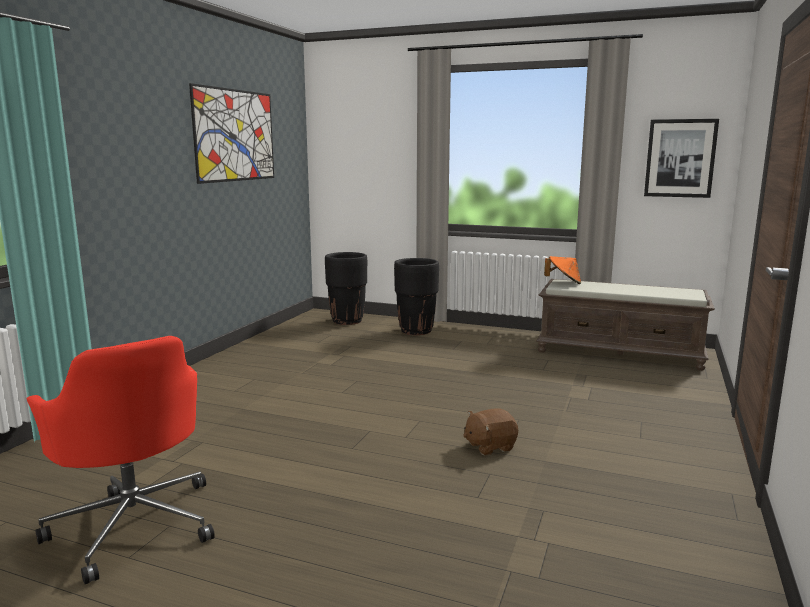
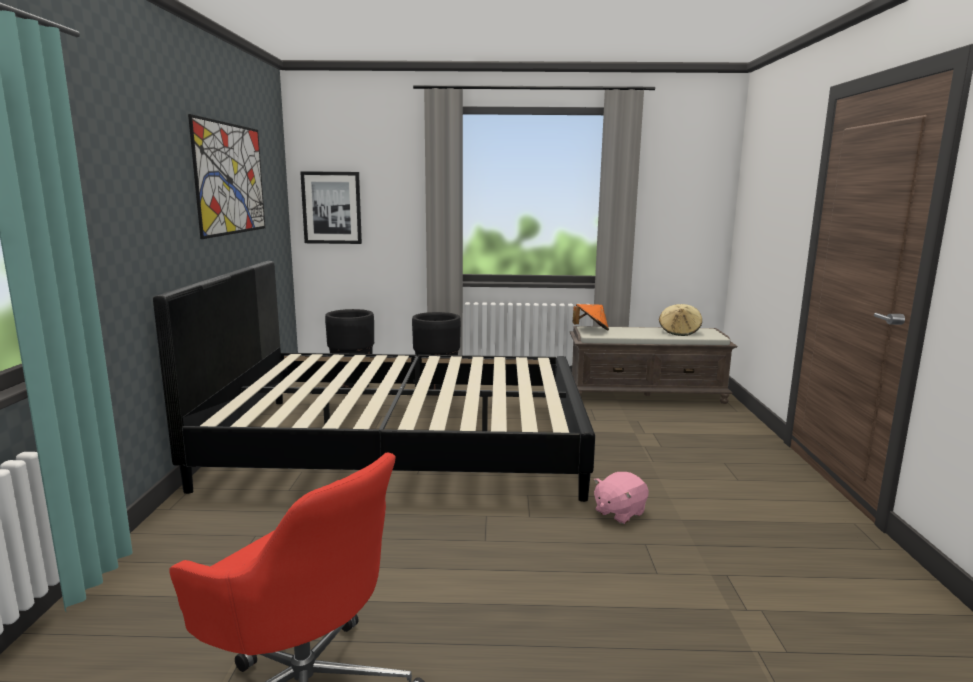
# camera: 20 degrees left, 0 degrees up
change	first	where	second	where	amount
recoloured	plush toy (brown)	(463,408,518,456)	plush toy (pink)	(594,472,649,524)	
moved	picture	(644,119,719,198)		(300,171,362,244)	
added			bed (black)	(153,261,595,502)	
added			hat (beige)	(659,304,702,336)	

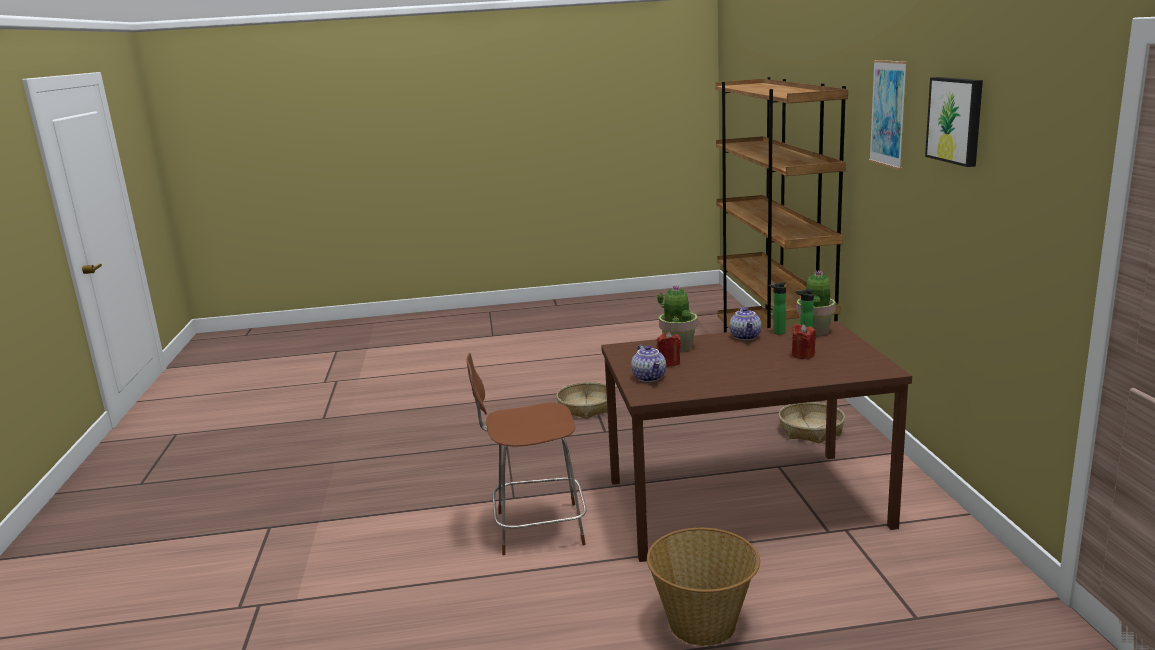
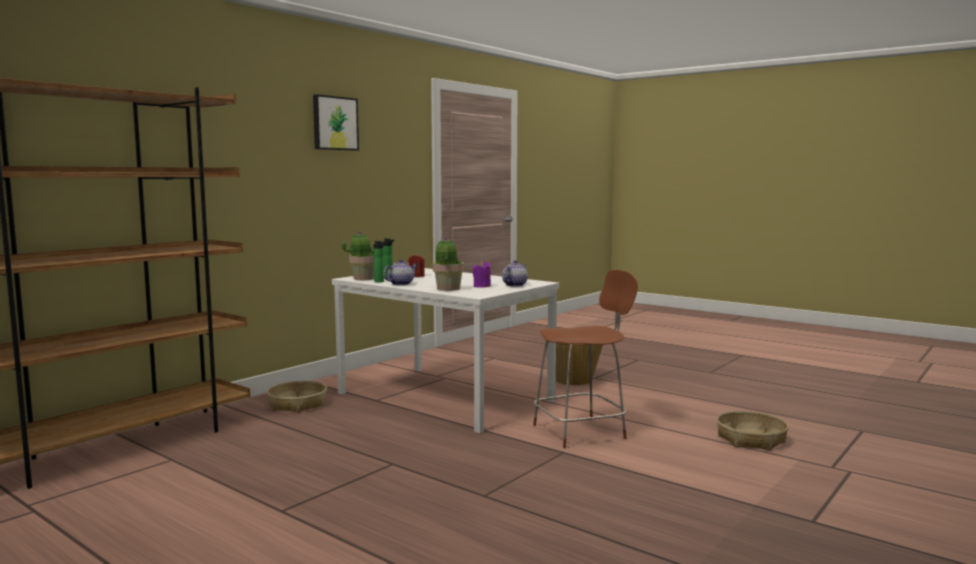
# camera: 135 degrees left, 10 degrees down
change	first	where	second	where	amount
turned	chair (brown)	(466,353,587,555)		(533,270,638,448)	60 degrees counterclockwise
moved	basket	(556,382,607,419)		(717,411,789,451)	
recoloured	dining table (brown)	(601,321,912,562)	dining table (white)	(332,268,559,433)	
recoloured	candle (red)	(657,332,681,367)	candle (purple)	(473,261,491,287)	
removed	picture	(869,60,907,170)			

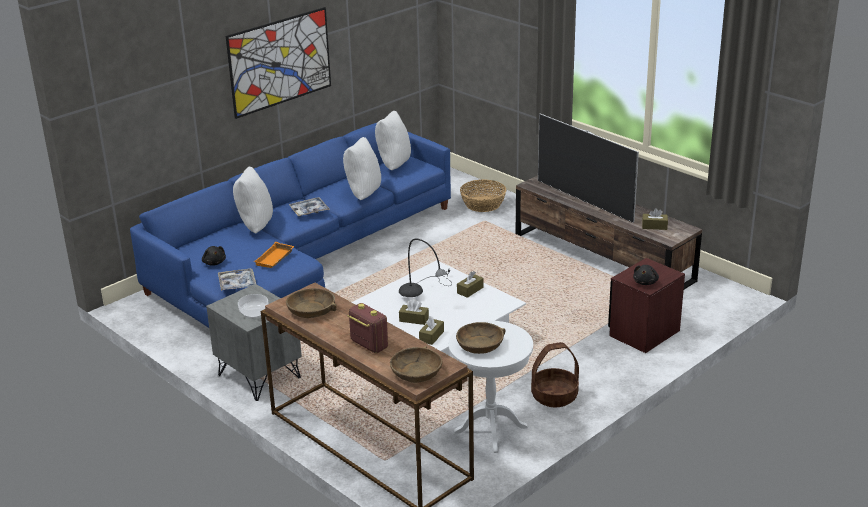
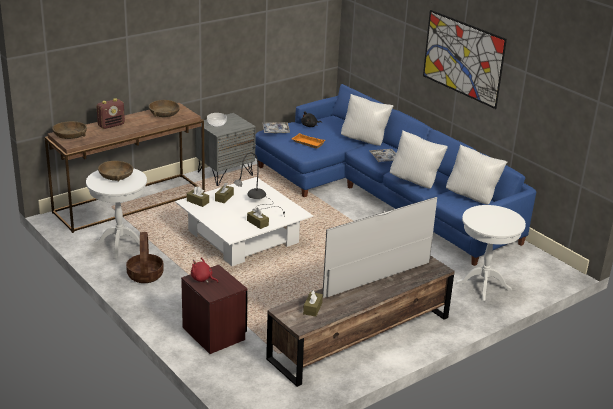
# camera: 95 degrees right, 0 degrees up
change	first	where	second	where	amount
replaced	basket	(460,179,506,212)	side table (white)	(456,205,526,302)	
recoloured	plush toy (black)	(633,265,659,285)	plush toy (red)	(191,257,218,283)	

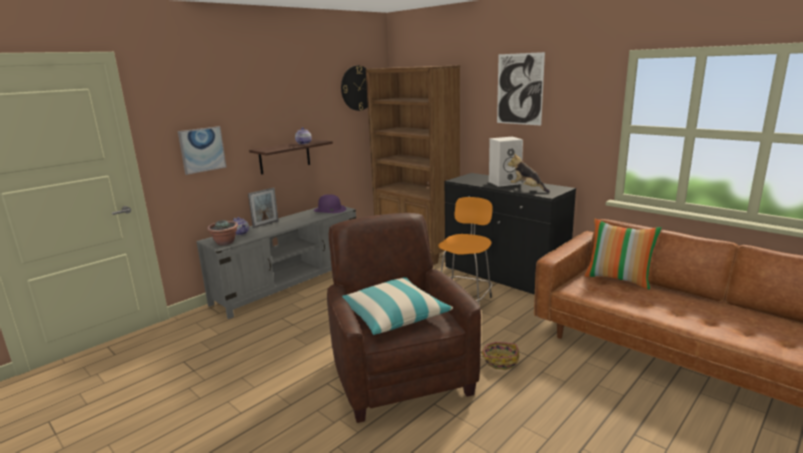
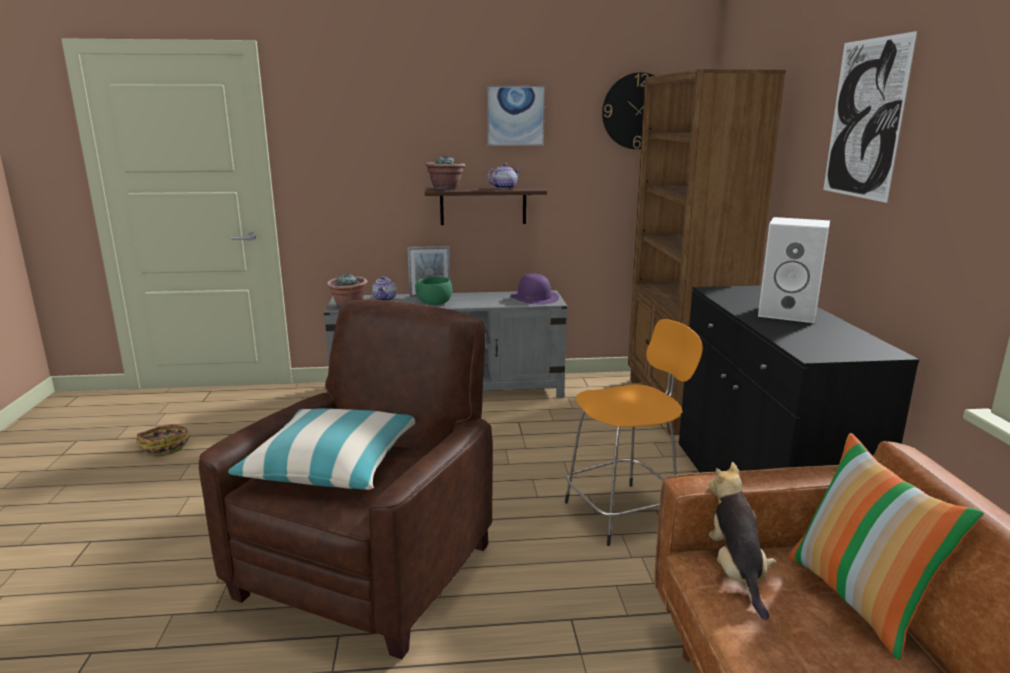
# camera: 40 degrees right, 0 degrees up
change	first	where	second	where	amount
moved	picture	(178,126,226,175)		(487,86,545,146)	
moved	basket	(481,342,519,370)		(136,425,190,457)	
moved	plush toy	(508,154,550,193)		(709,462,775,620)	
added			bowl (green)	(415,277,453,305)	
added			potted plant	(425,155,465,190)	

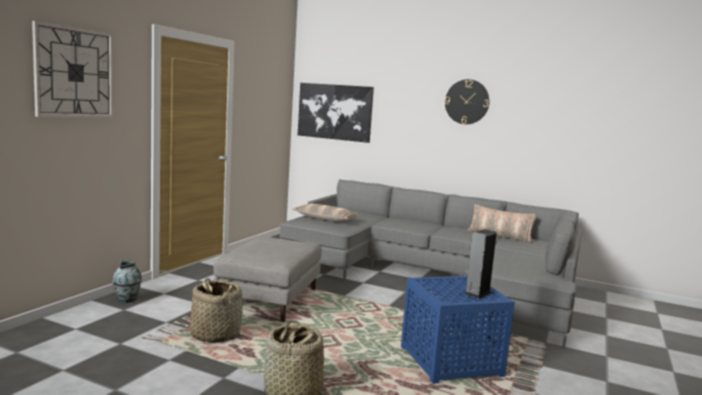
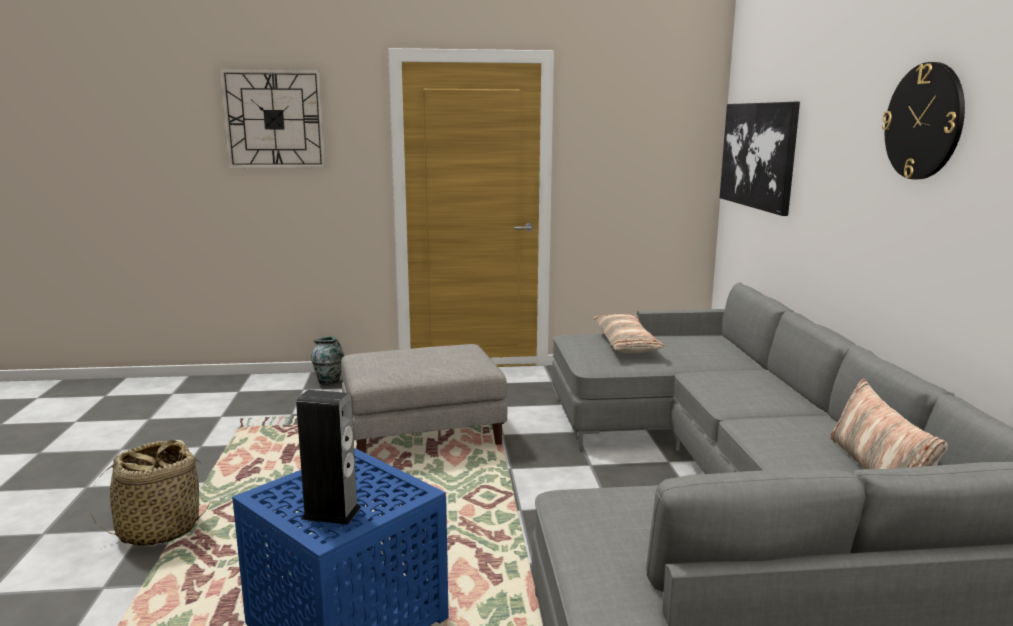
# camera: 60 degrees right, 5 degrees up
change	first	where	second	where	amount
removed	basket	(190,278,243,343)			

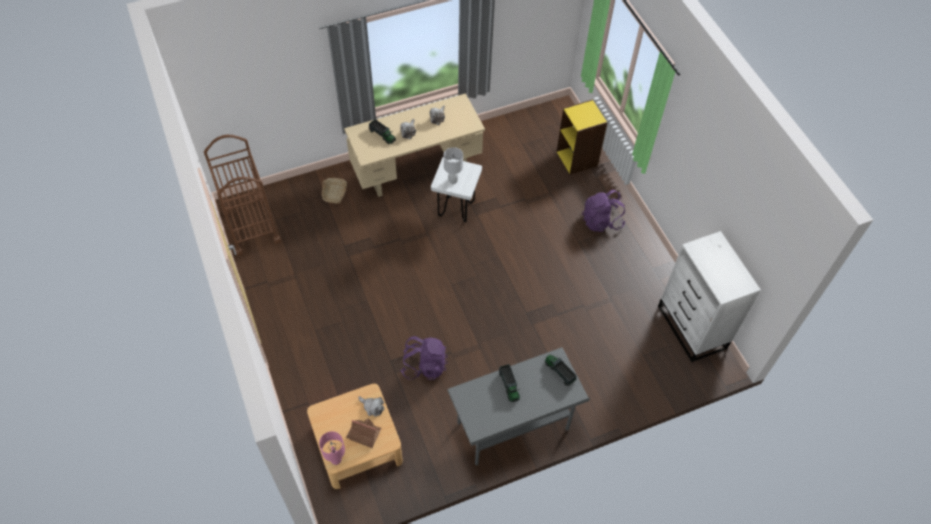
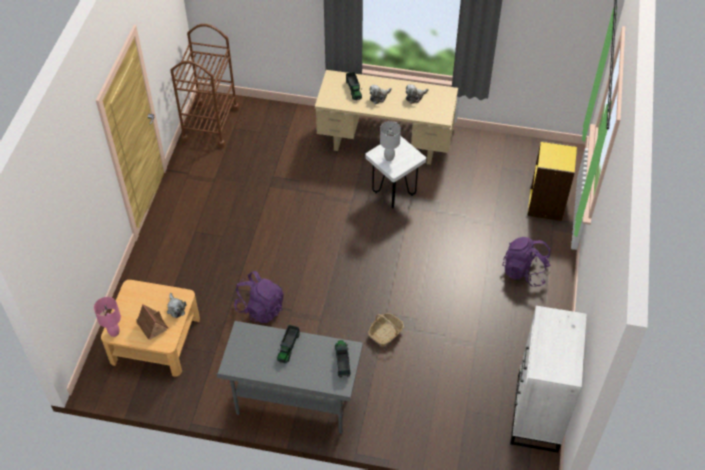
# camera: 35 degrees right, 5 degrees down
change	first	where	second	where	amount
moved	basket	(322,178,347,204)		(368,313,404,346)	

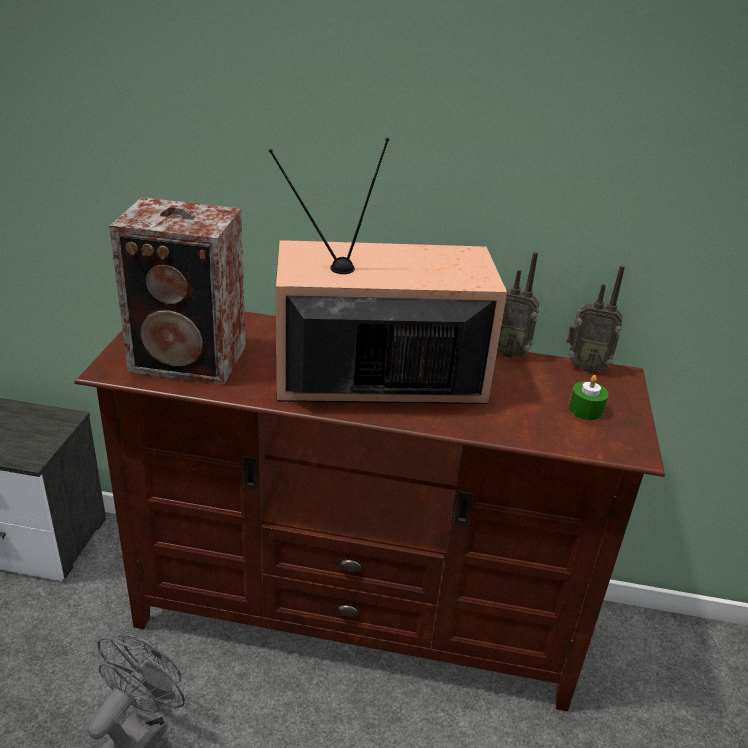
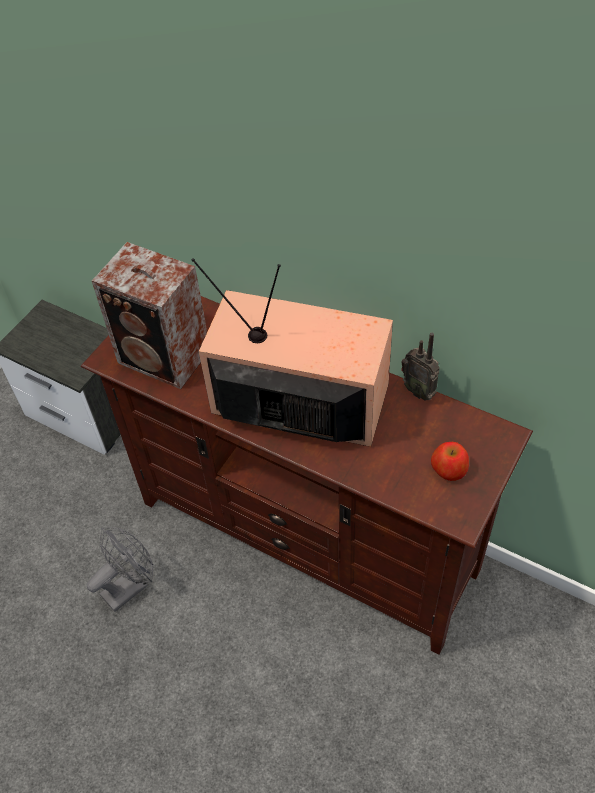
# camera: 25 degrees right, 20 degrees up
change	first	where	second	where	amount
removed	radio	(566,265,625,373)			
replaced	candle (green)	(569,375,609,420)	apple	(431,442,469,481)	

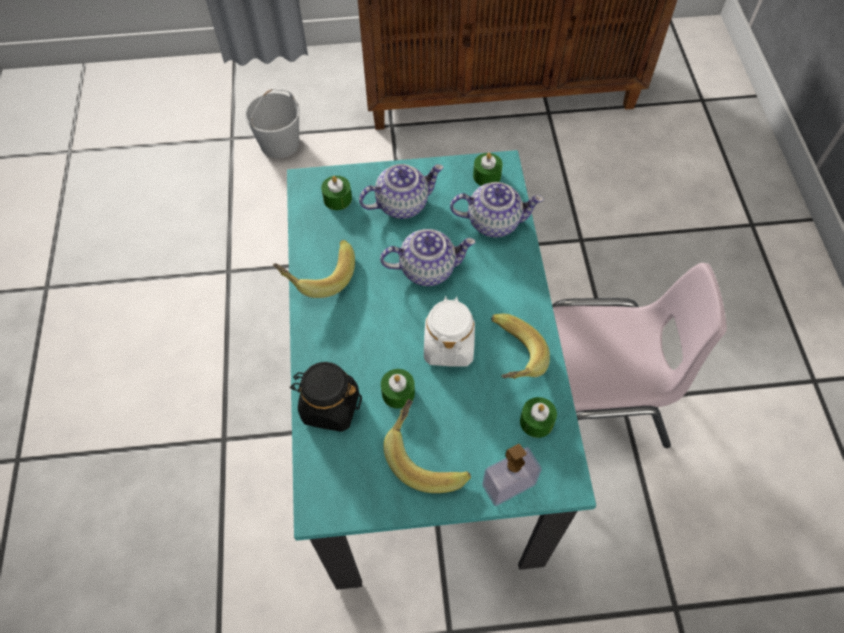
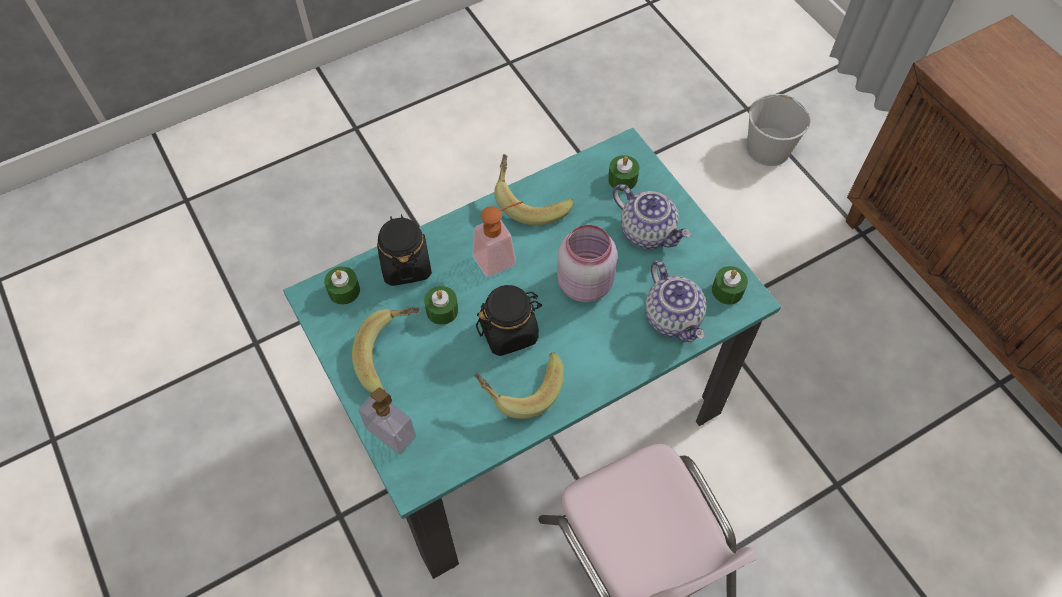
# camera: 65 degrees right, 0 degrees up
change	first	where	second	where	amount
replaced	teapot	(380,229,475,286)	jar (pink)	(557,225,617,302)	
recoloured	jar (white)	(424,296,475,367)	jar (black)	(476,285,542,356)	
moved	candle (green)	(520,397,557,438)		(324,266,360,305)	
added			soap dispenser	(472,201,523,277)	

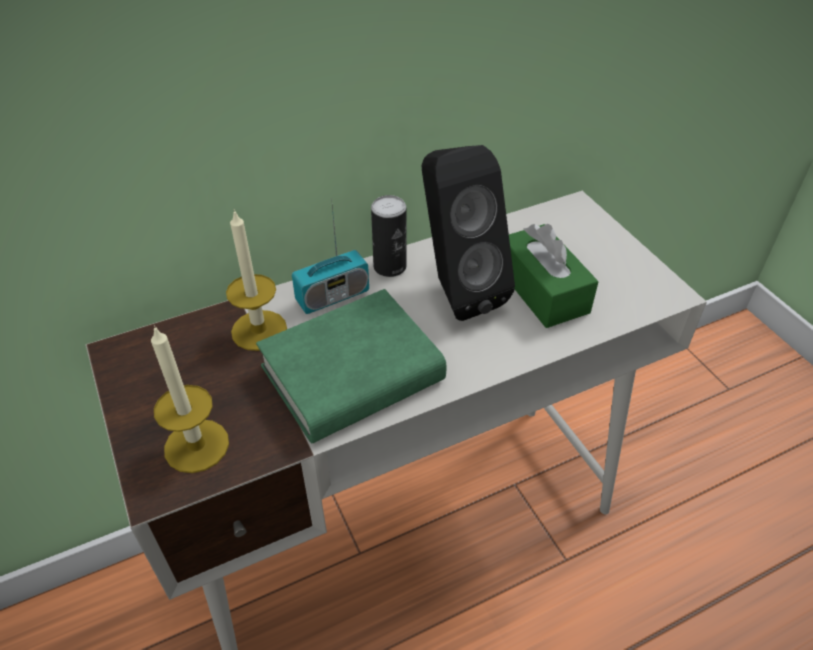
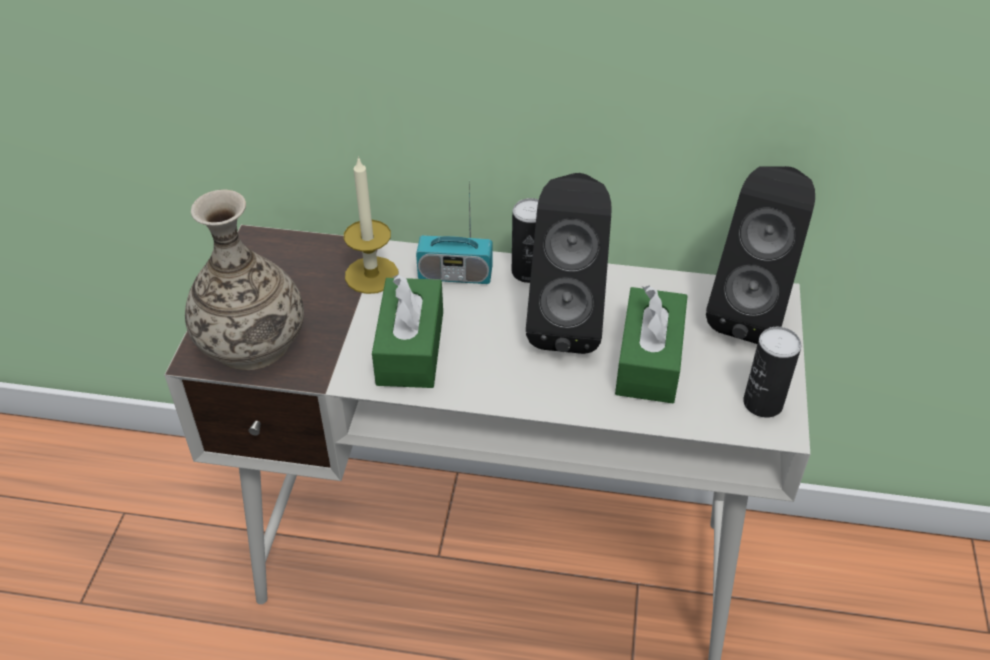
# camera: 35 degrees right, 0 degrees up
change	first	where	second	where	amount
replaced	candle	(151,325,229,473)	vase	(185,190,304,370)	
replaced	book (green)	(256,289,447,443)	tissue box (green)	(372,275,443,388)	
added			speaker (black)	(706,166,815,344)	
added			can	(743,327,801,418)	

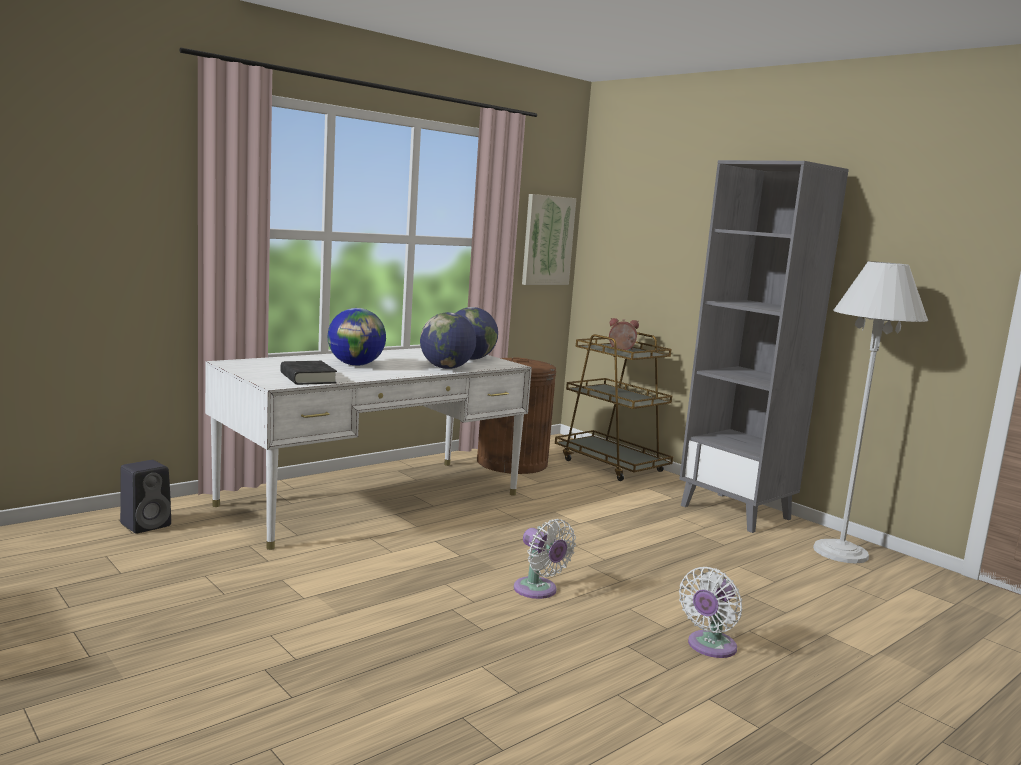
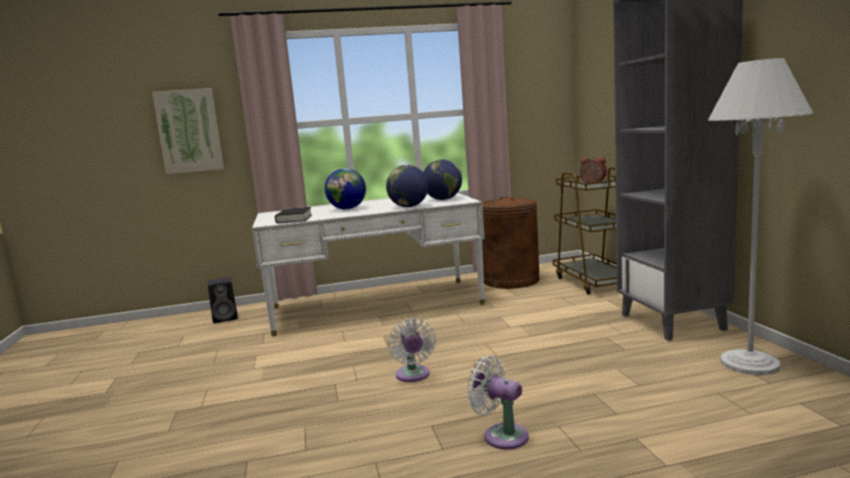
# camera: 30 degrees right, 0 degrees up
change	first	where	second	where	amount
moved	picture	(522,194,576,285)		(152,88,224,174)	
turned	fan (white)	(679,567,742,658)		(467,355,529,450)	60 degrees clockwise

